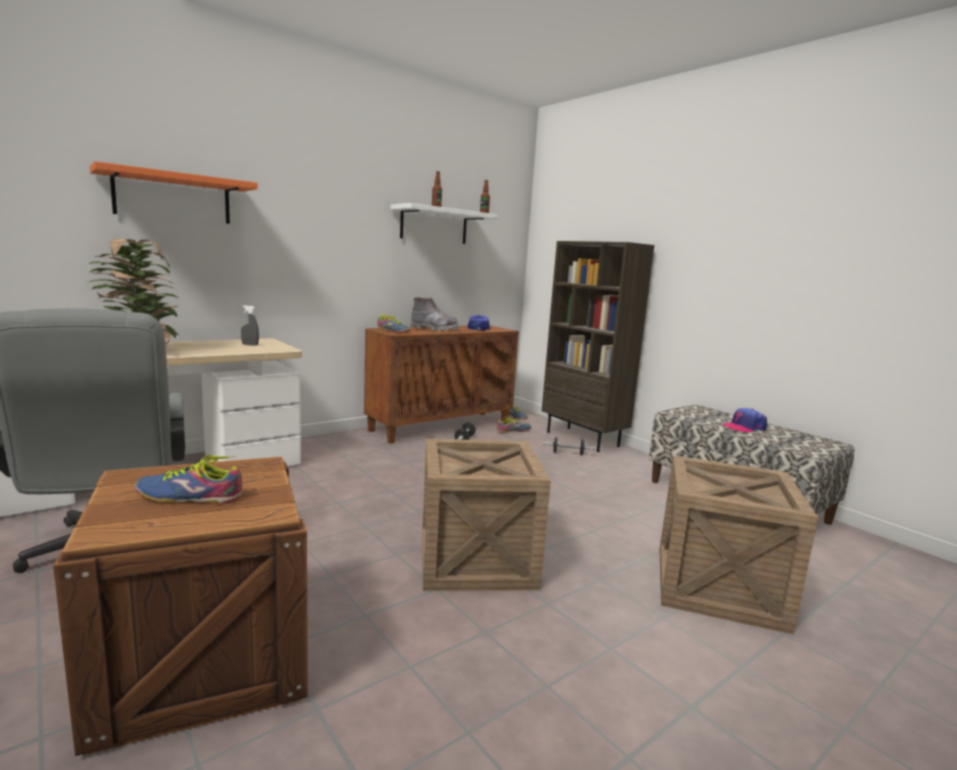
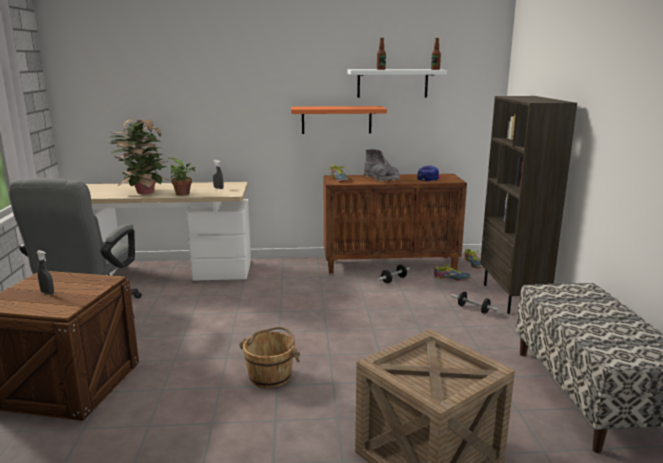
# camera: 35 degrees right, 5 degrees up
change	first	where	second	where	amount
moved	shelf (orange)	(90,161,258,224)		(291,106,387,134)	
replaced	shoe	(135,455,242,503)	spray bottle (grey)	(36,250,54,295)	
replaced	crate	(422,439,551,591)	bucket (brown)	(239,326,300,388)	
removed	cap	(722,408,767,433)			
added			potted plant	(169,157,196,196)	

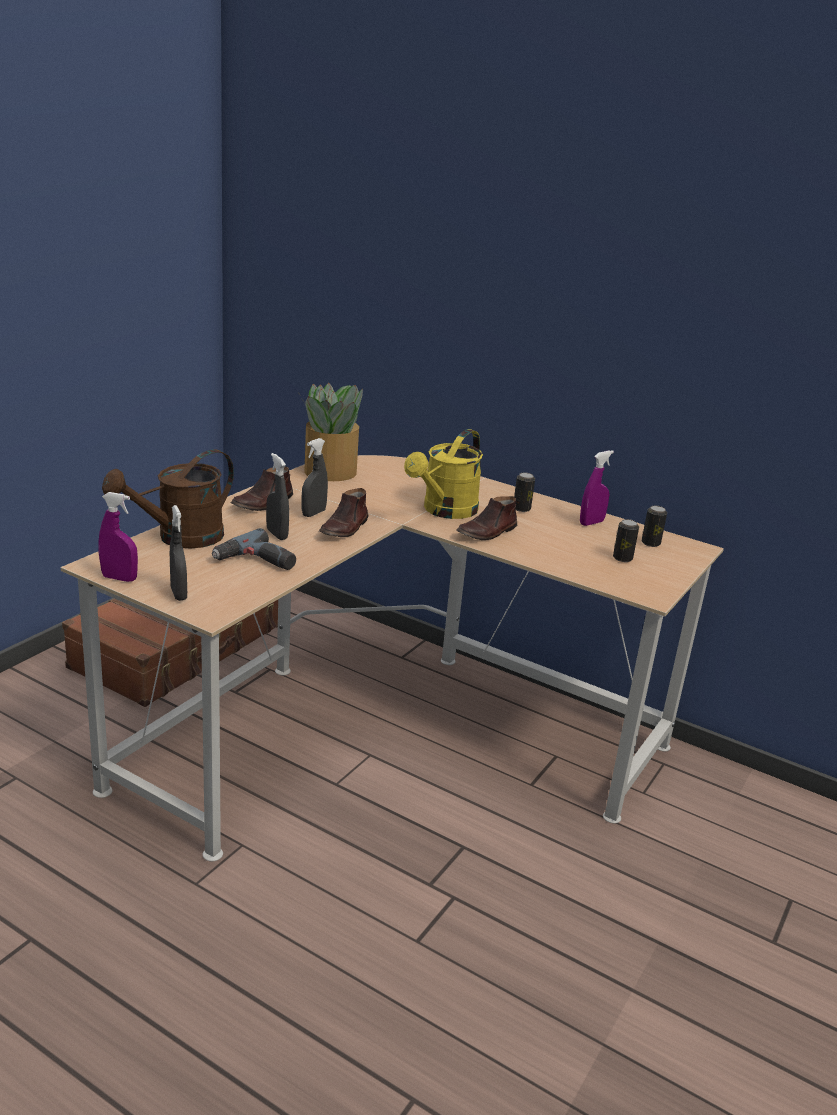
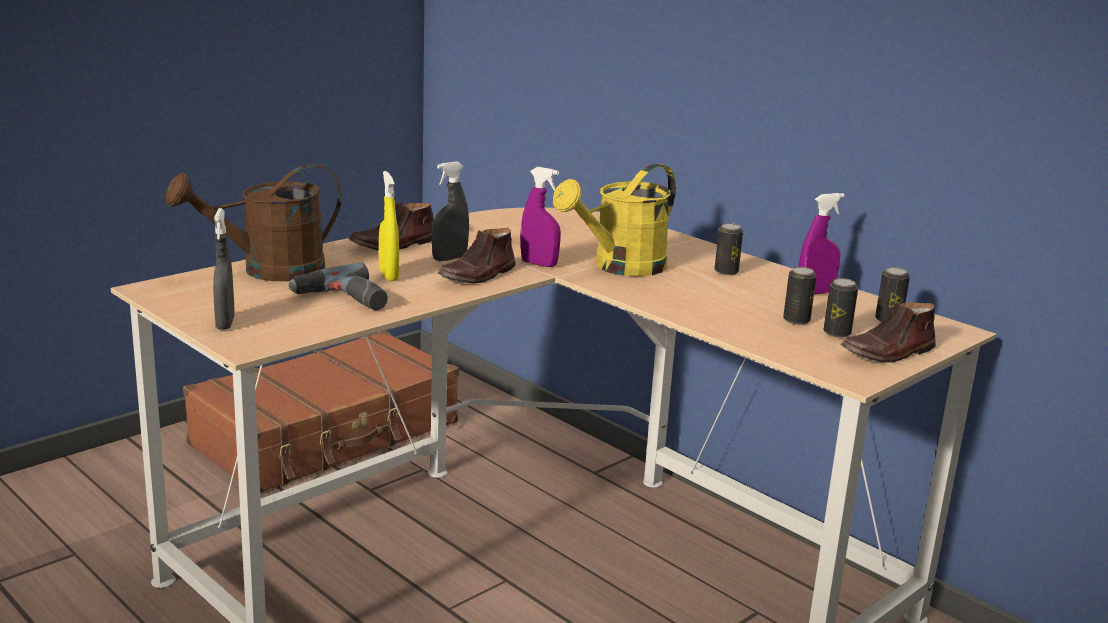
# camera: 15 degrees right, 5 degrees down
change	first	where	second	where	amount
moved	spray bottle (purple)	(98,492,138,582)		(520,167,561,267)	
recoloured	spray bottle (grey)	(266,453,289,540)	spray bottle (yellow)	(379,171,399,281)	
removed	potted plant	(298,383,363,481)			
moved	shoe (brown)	(457,496,517,540)		(840,302,936,363)	
added			can	(783,267,817,325)	

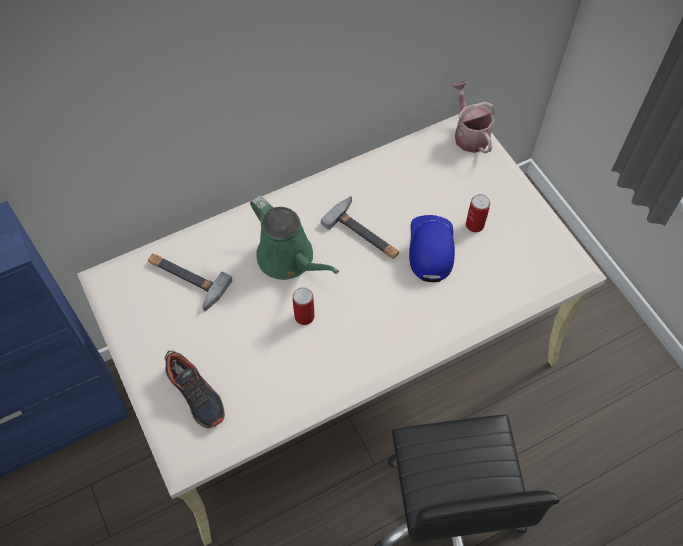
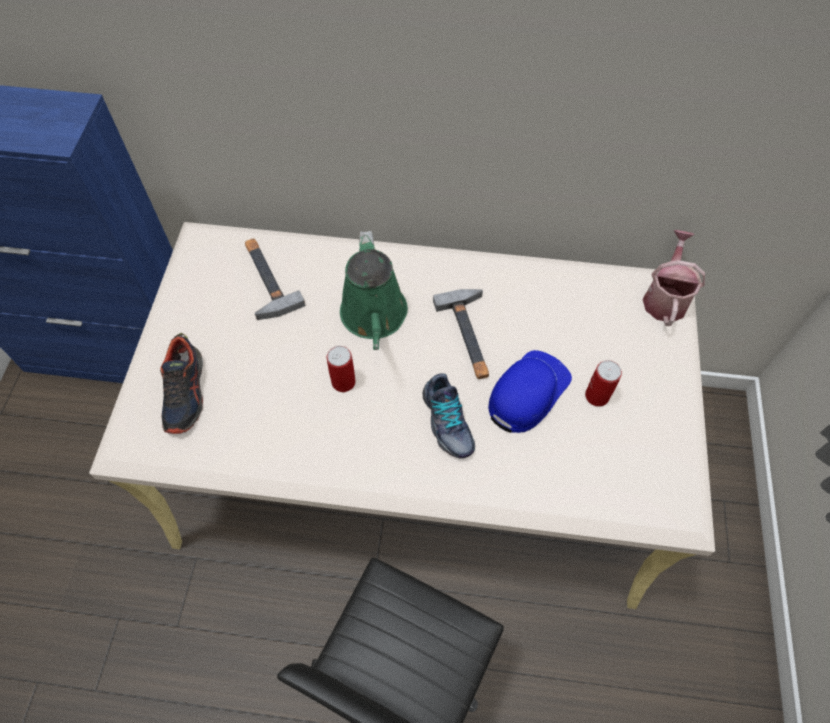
# camera: 35 degrees right, 0 degrees up
change	first	where	second	where	amount
added			shoe	(423,373,475,458)	

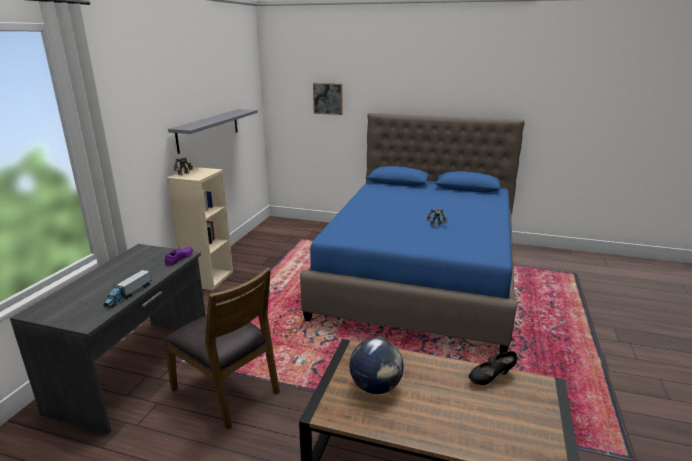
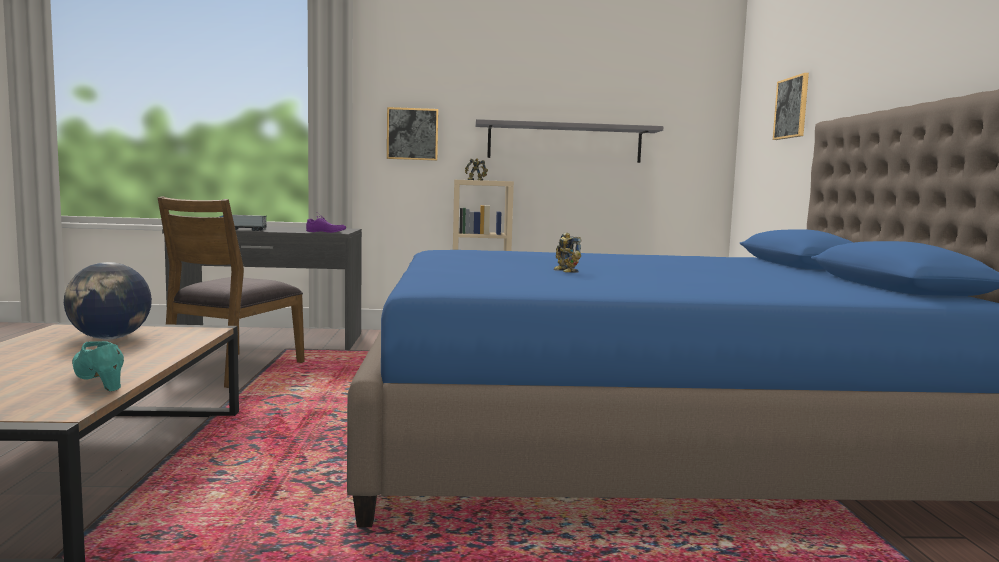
# camera: 70 degrees right, 15 degrees down
change	first	where	second	where	amount
recoloured	shoe (black)	(469,351,517,385)	shoe (turquoise)	(72,341,124,391)	
added			picture	(387,107,438,161)	

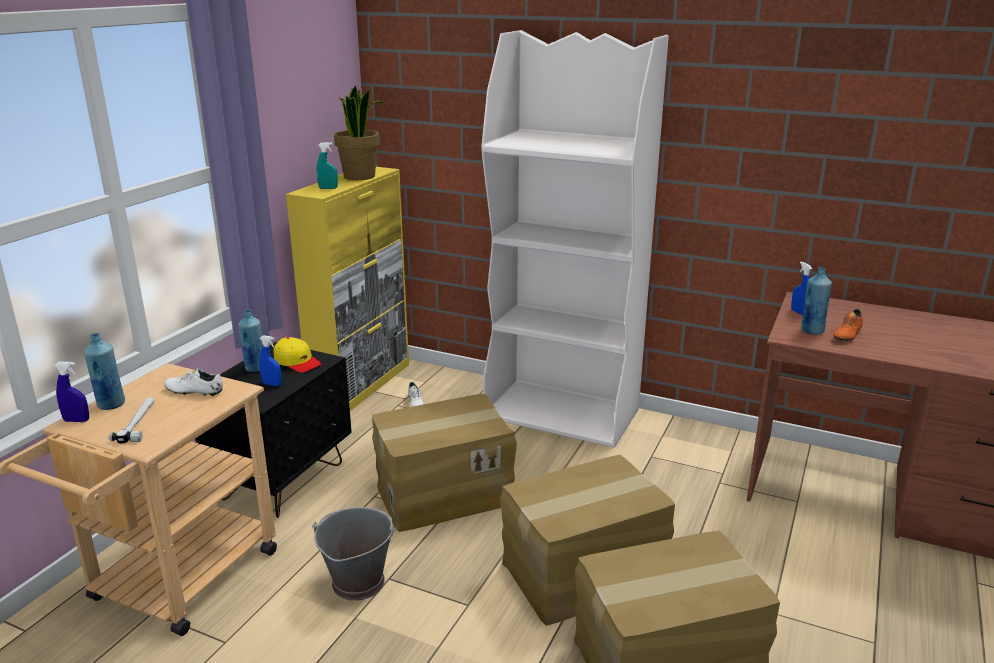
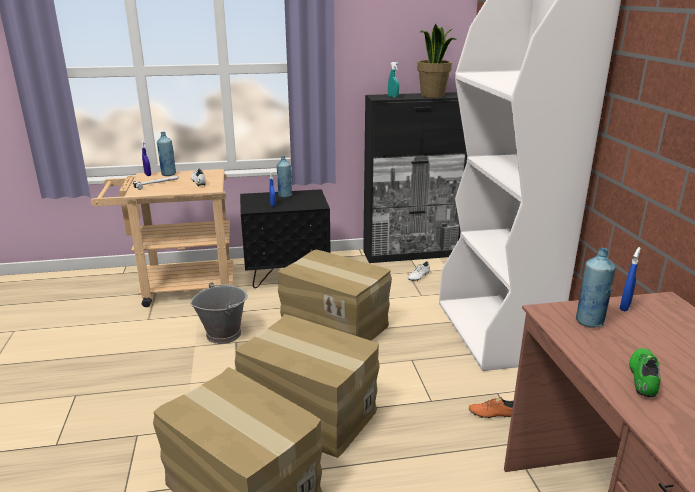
# camera: 55 degrees right, 0 degrees up
change	first	where	second	where	amount
removed	cap (yellow)	(273,337,321,373)			
recoloured	cabinet (yellow)	(286,167,409,411)	cabinet (black)	(363,92,467,263)	
moved	shoe (orange)	(833,309,863,342)		(469,397,513,419)	
added			shoe (green)	(629,348,661,397)	

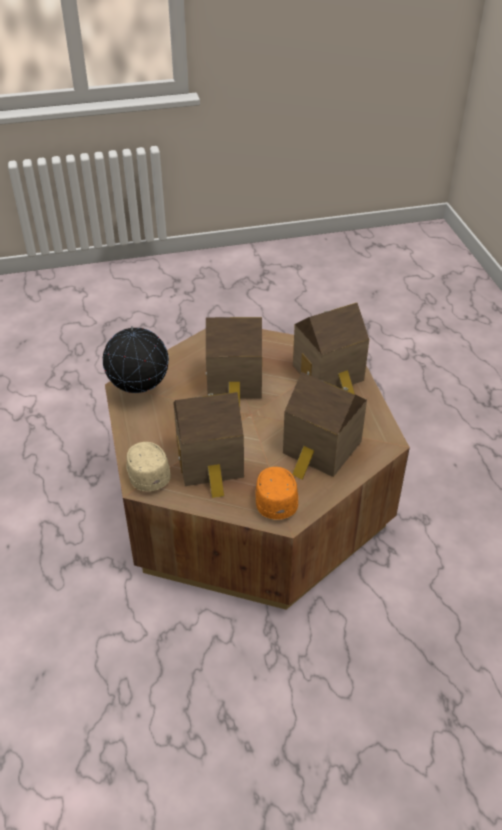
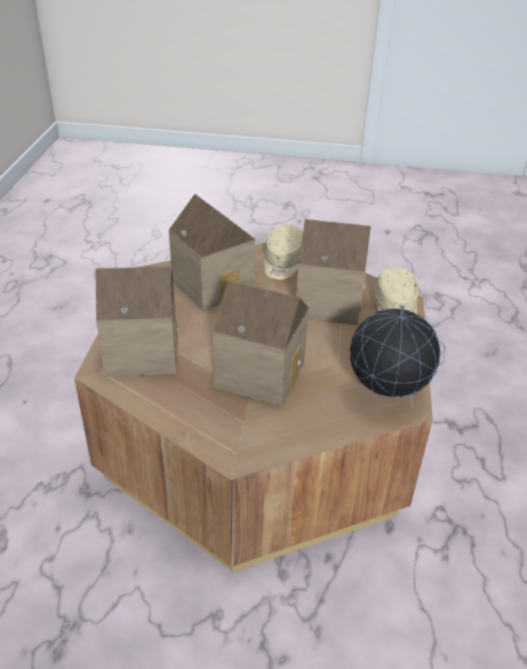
# camera: 160 degrees left, 5 degrees down
change	first	where	second	where	amount
recoloured	cap (orange)	(256,467,298,520)	cap (beige)	(264,225,303,280)	

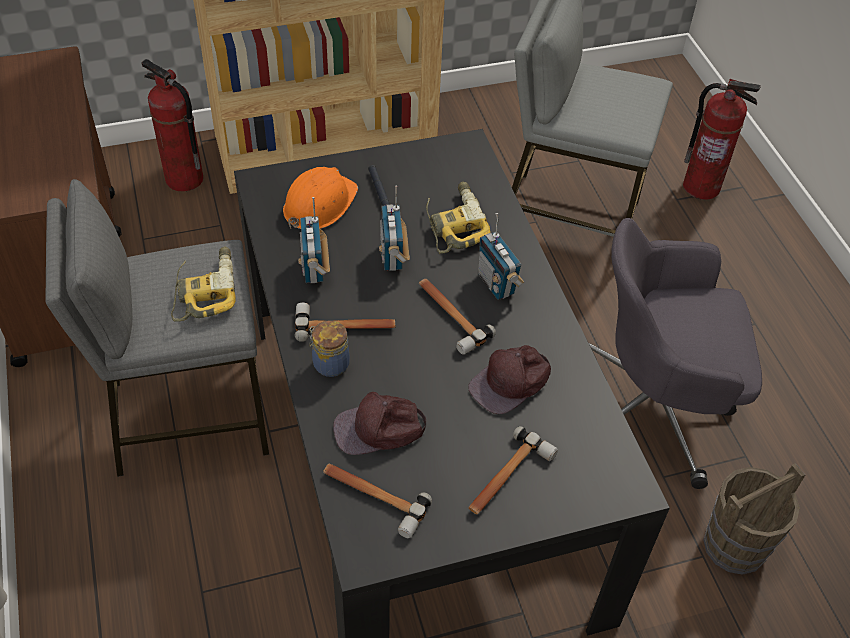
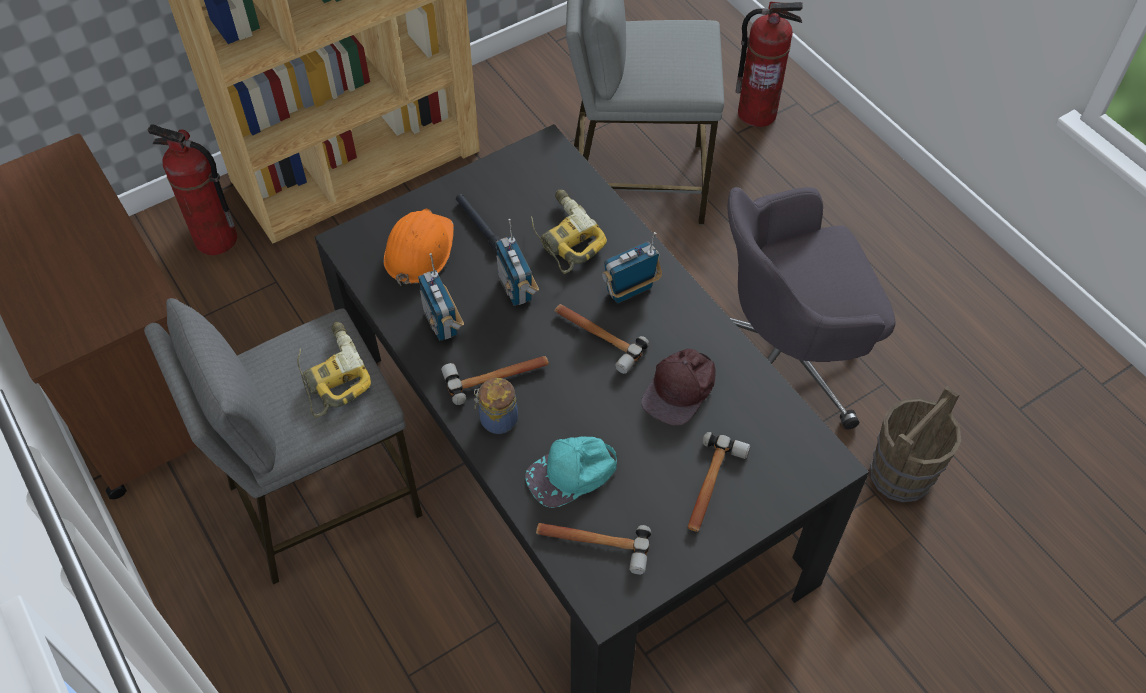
# camera: 15 degrees left, 5 degrees up
change	first	where	second	where	amount
recoloured	cap (brown)	(333,392,426,455)	cap (turquoise)	(525,436,617,508)	
turned	radio	(478,213,524,300)		(602,232,662,303)	105 degrees clockwise

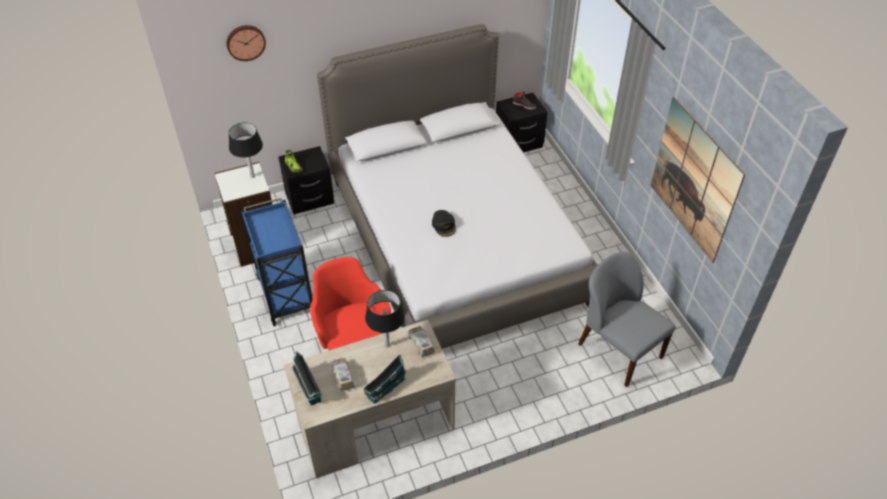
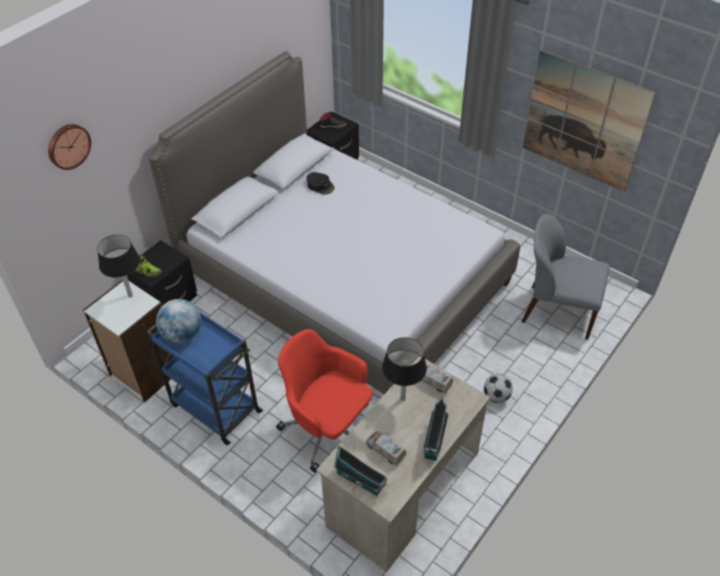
# camera: 30 degrees left, 0 degrees up
change	first	where	second	where	amount
moved	cap (black)	(432,210,456,237)		(307,172,334,195)	
added			globe	(156,299,201,343)	
added			football	(484,374,513,403)	

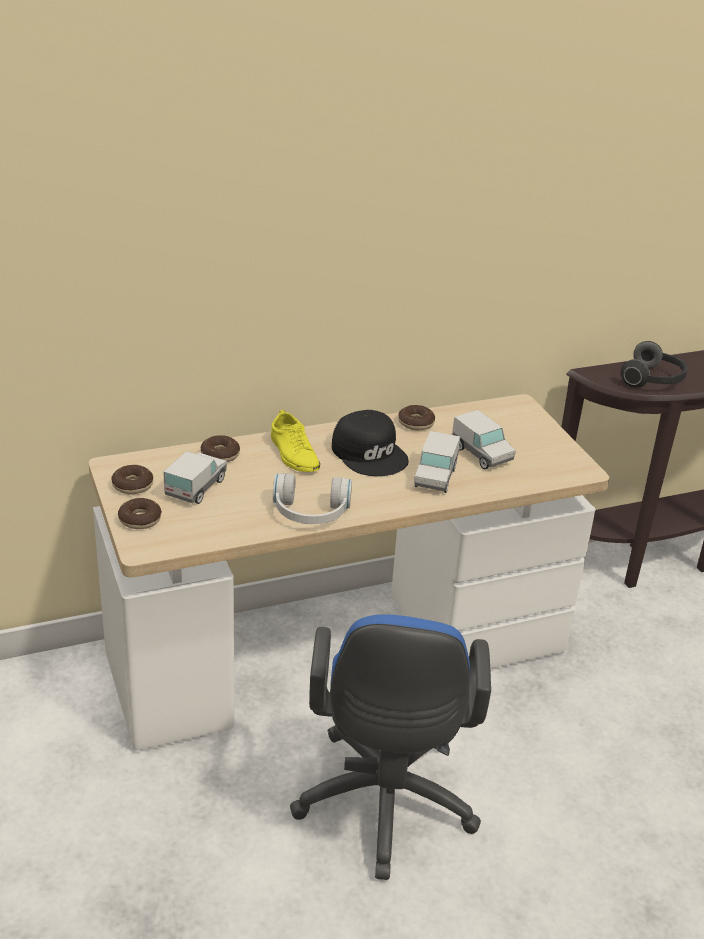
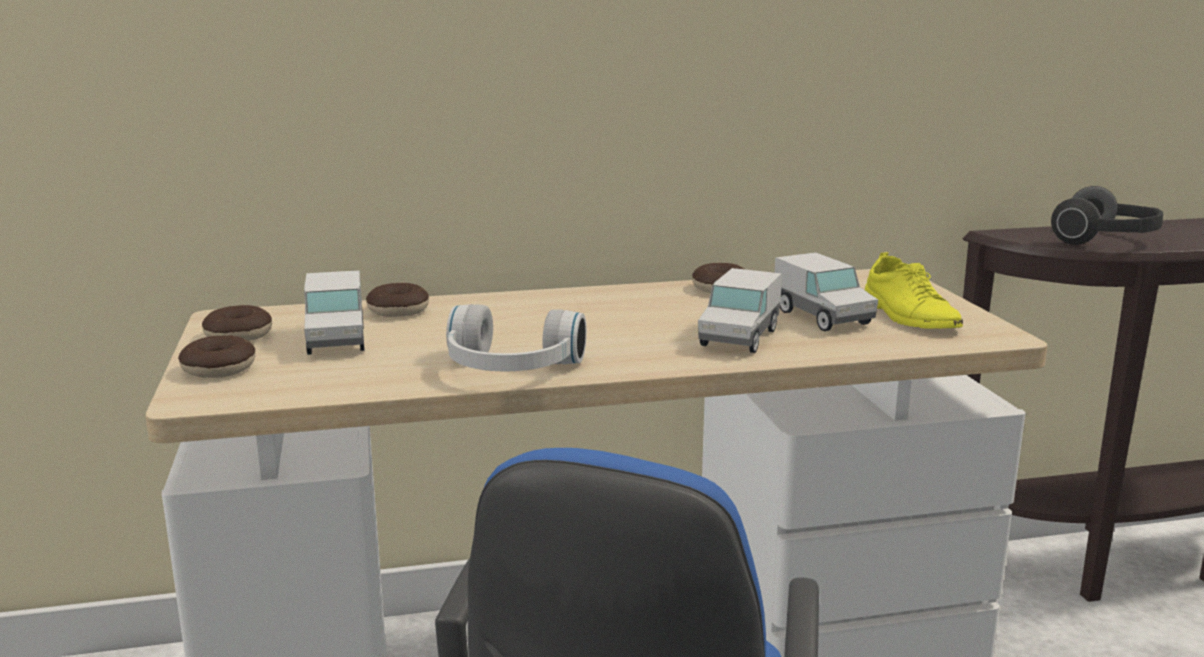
# camera: 10 degrees right, 15 degrees down
change	first	where	second	where	amount
turned	toy truck	(163,451,227,504)		(304,270,364,355)	135 degrees clockwise
moved	shoe (yellow)	(271,410,320,472)		(865,252,963,329)	
removed	cap (black)	(332,410,409,476)			

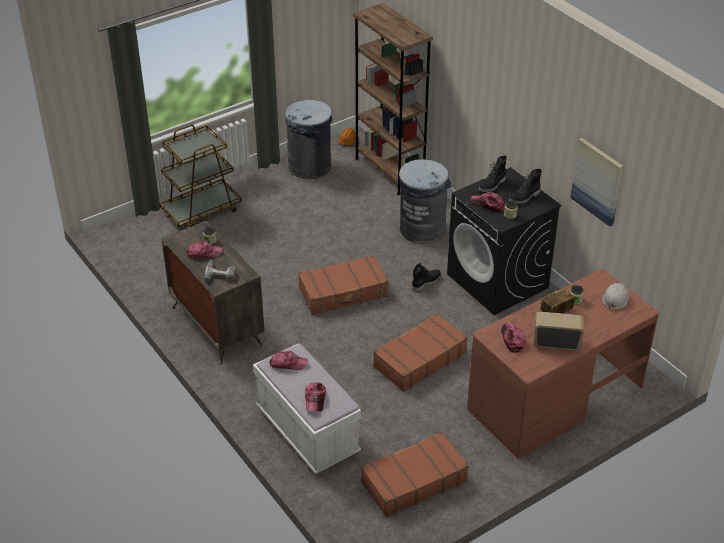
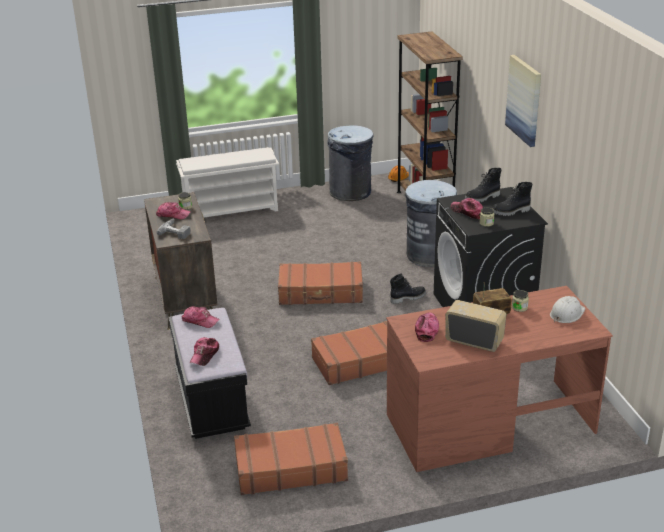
# camera: 20 degrees right, 10 degrees down
change	first	where	second	where	amount
replaced	cart (brown)	(160,125,242,227)	shoe rack (white)	(176,147,279,217)	
recoloured	bench (white)	(253,344,361,474)	bench (black)	(169,308,251,439)	
moved	picture	(570,138,623,227)		(505,55,541,147)	

